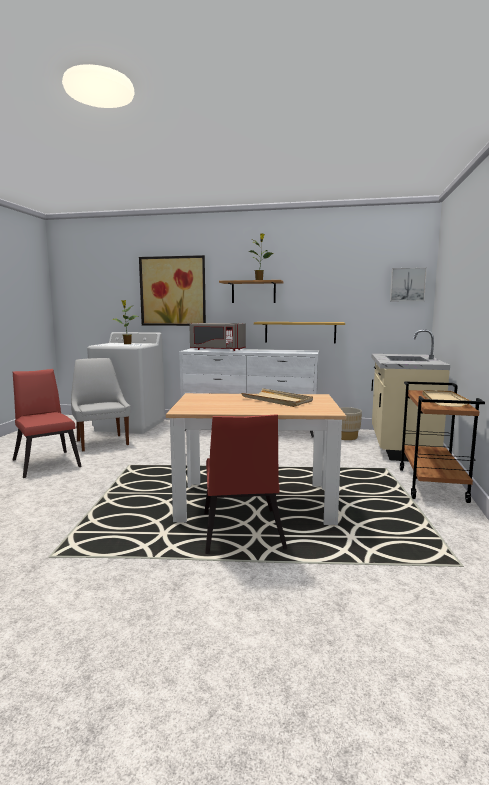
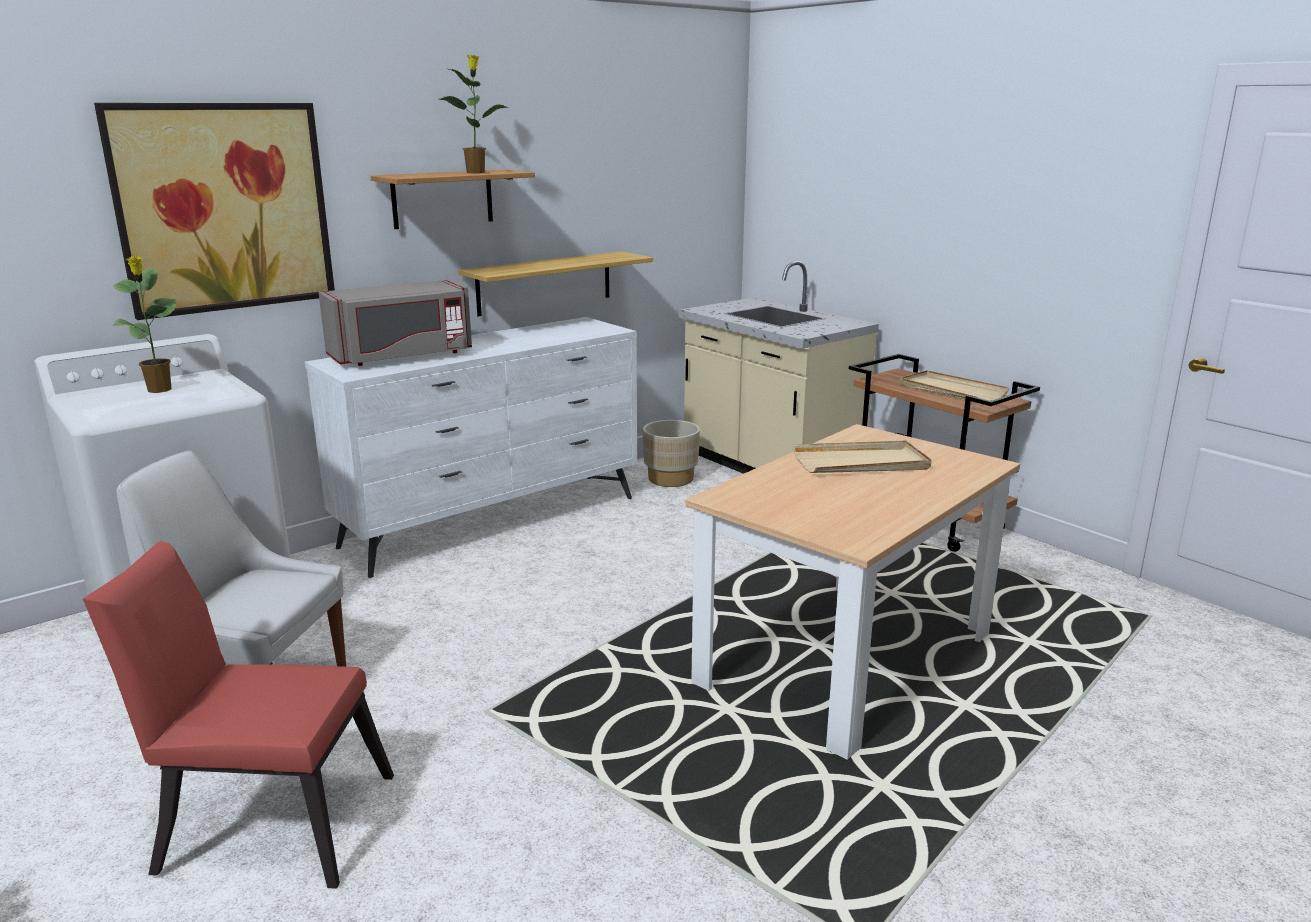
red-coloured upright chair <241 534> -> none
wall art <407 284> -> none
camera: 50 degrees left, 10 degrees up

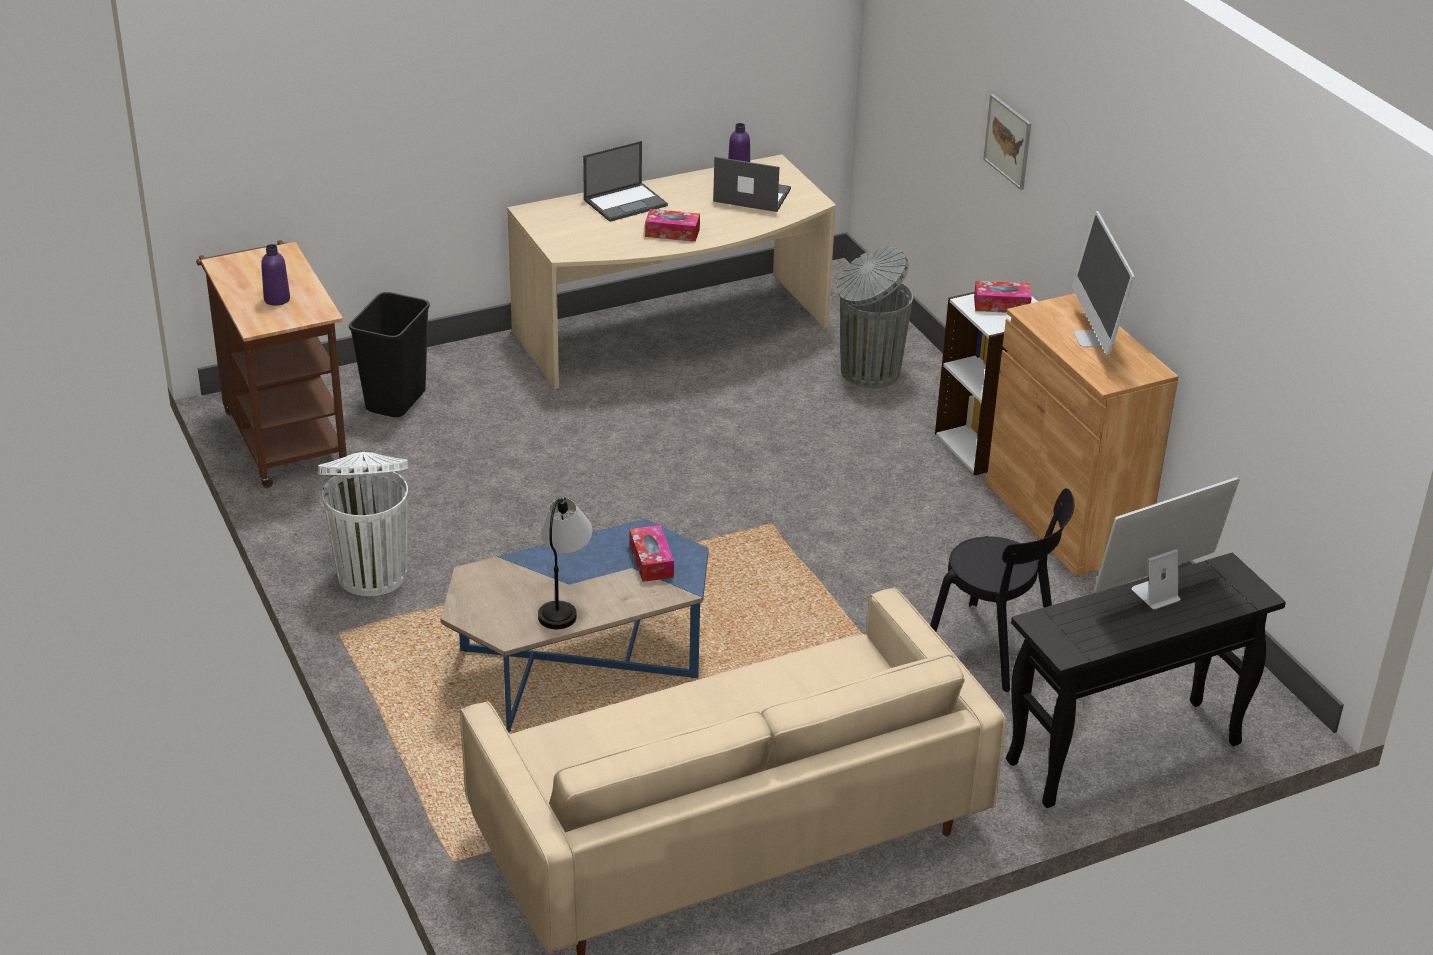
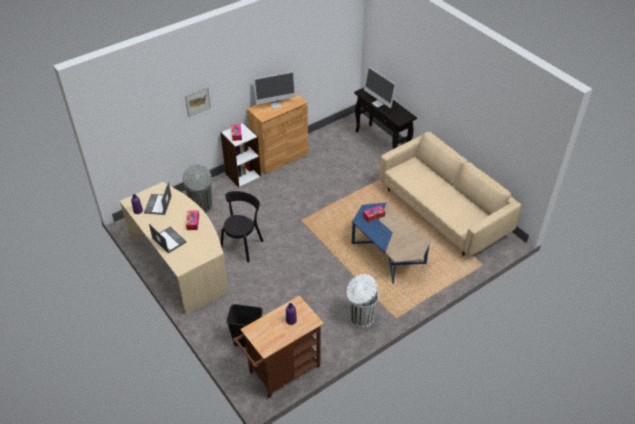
blackish upright chair <995 649> -> blackish upright chair <242 245>, move
lamp for a table <564 601> -> none
camera: 100 degrees left, 10 degrees up

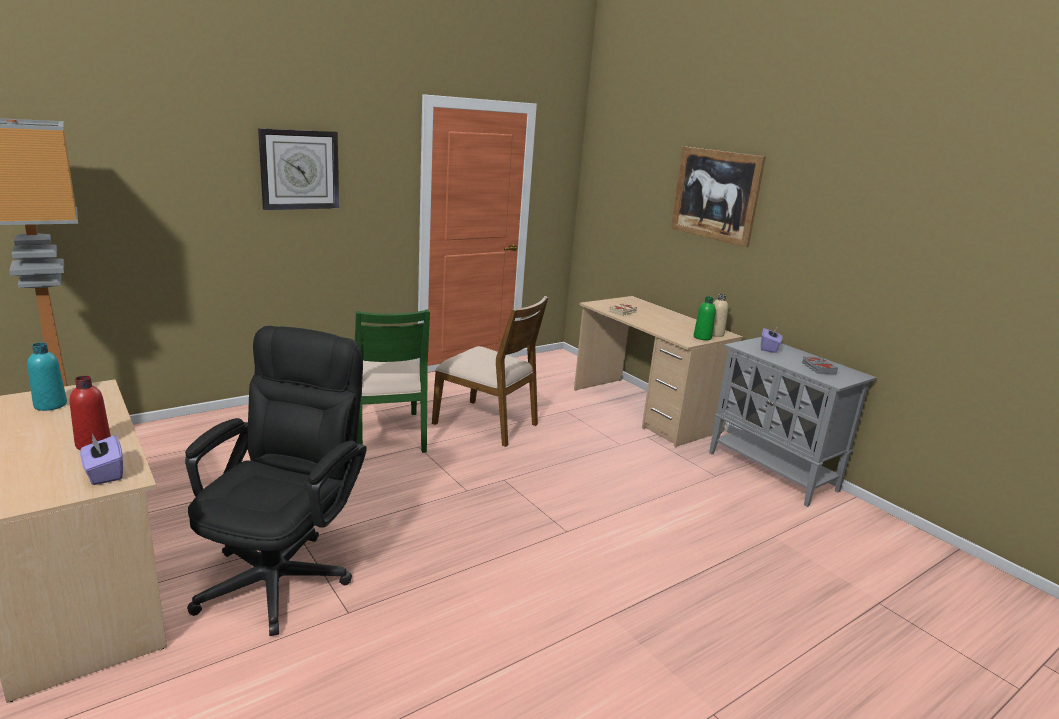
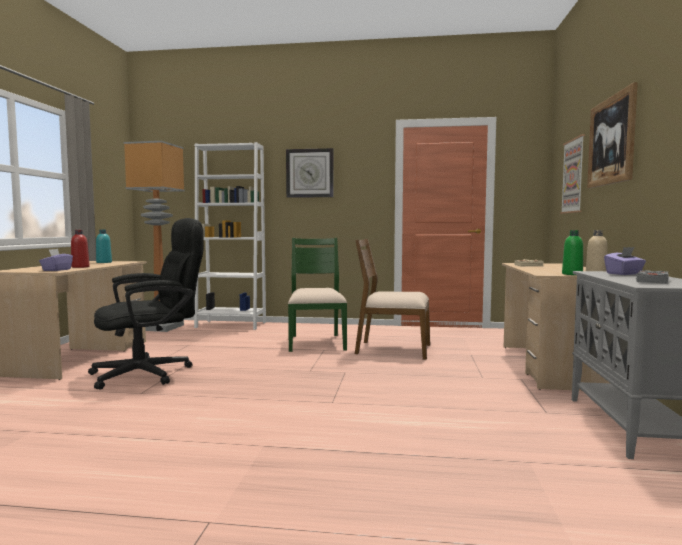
none -> white-coloured bookshelf <231 325>
green upright chair <386 434> -> green upright chair <316 342>, 150 degrees clockwise
brownish upright chair <487 423> -> brownish upright chair <392 349>, 120 degrees clockwise
none -> wall art <573 176>
camera: 45 degrees right, 15 degrees down

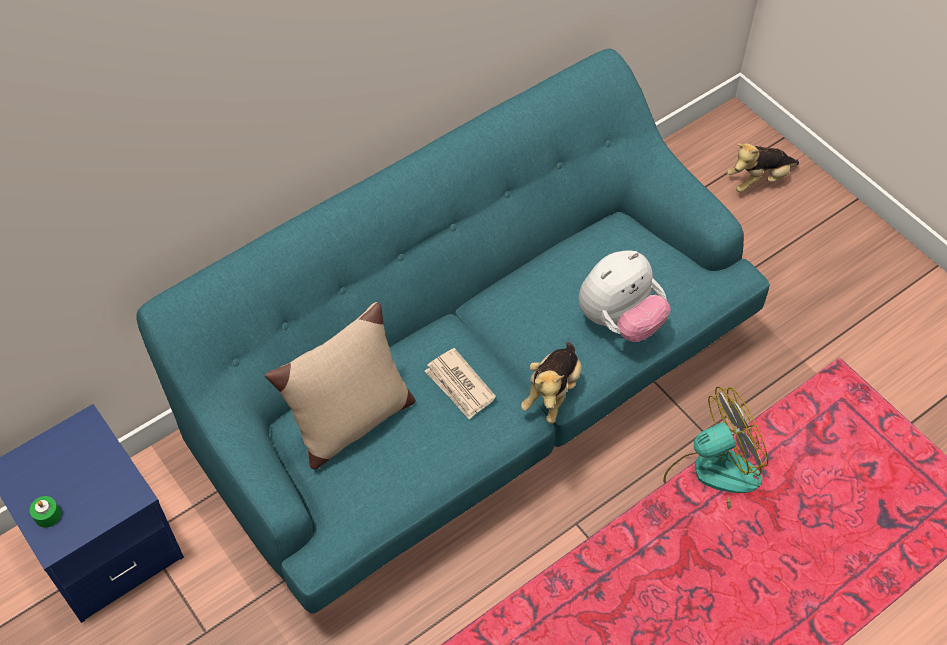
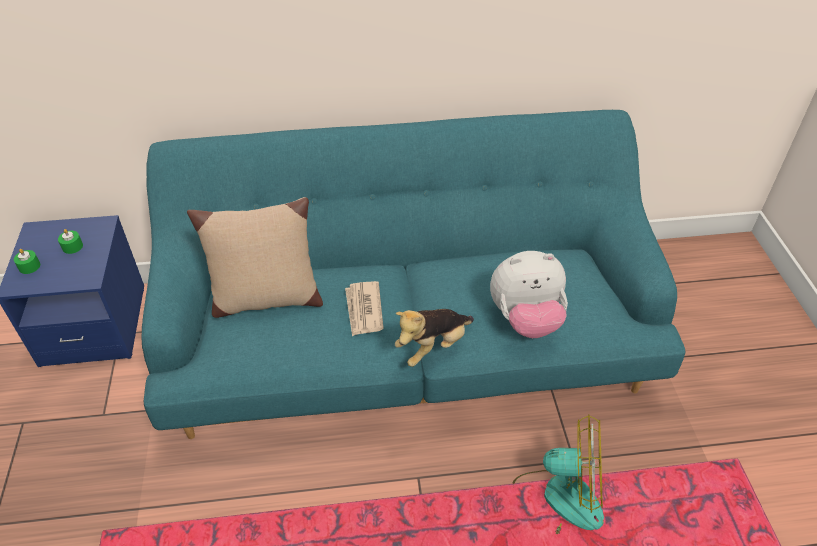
none -> green wax light <72 246>
plush toy <758 180> -> none
camera: 30 degrees right, 10 degrees down

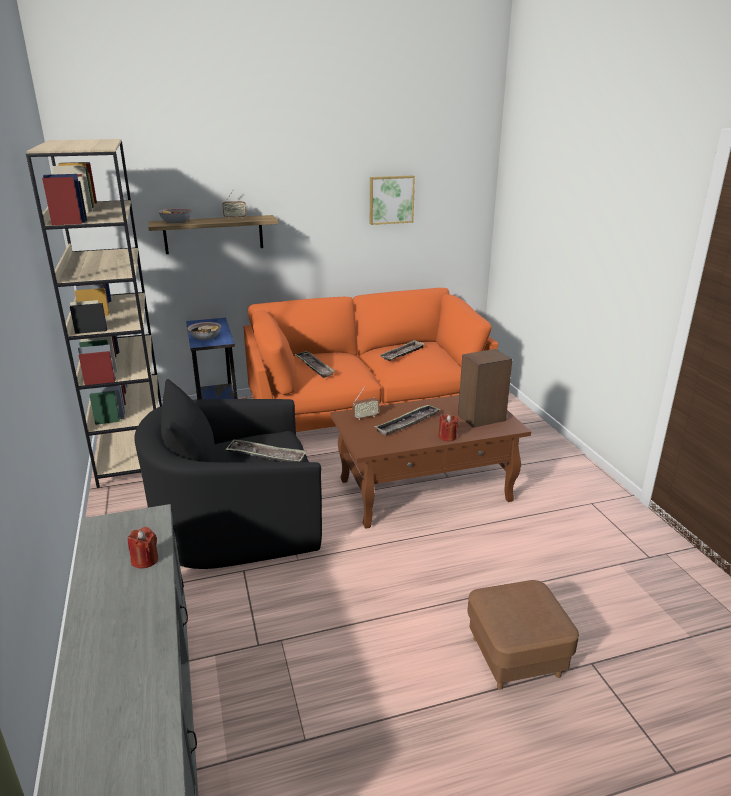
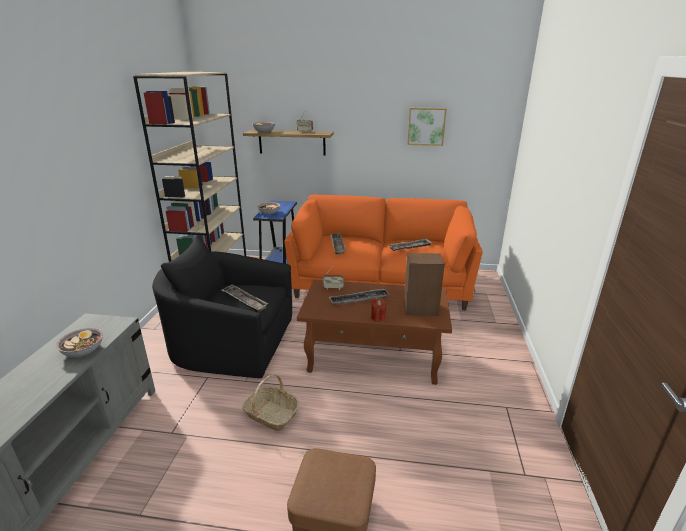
red-coloured wax light <145 560> -> serving bowl <83 350>
none -> household basket <271 414>
camera: 25 degrees right, 0 degrees up

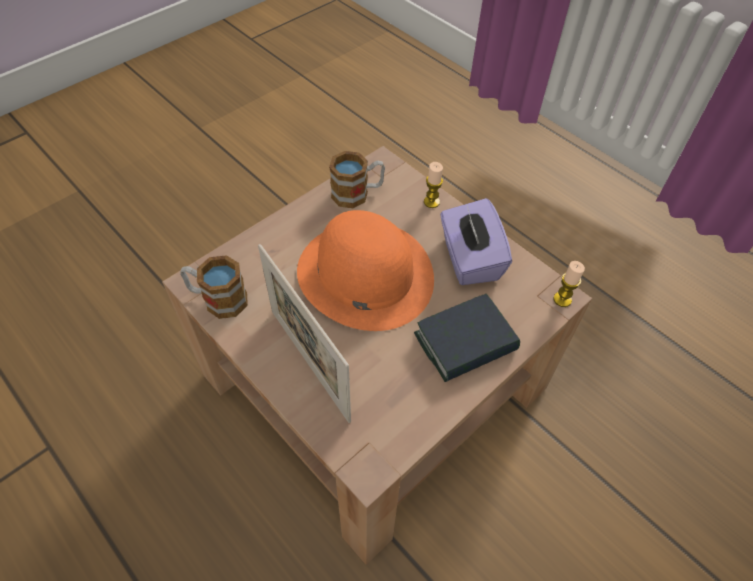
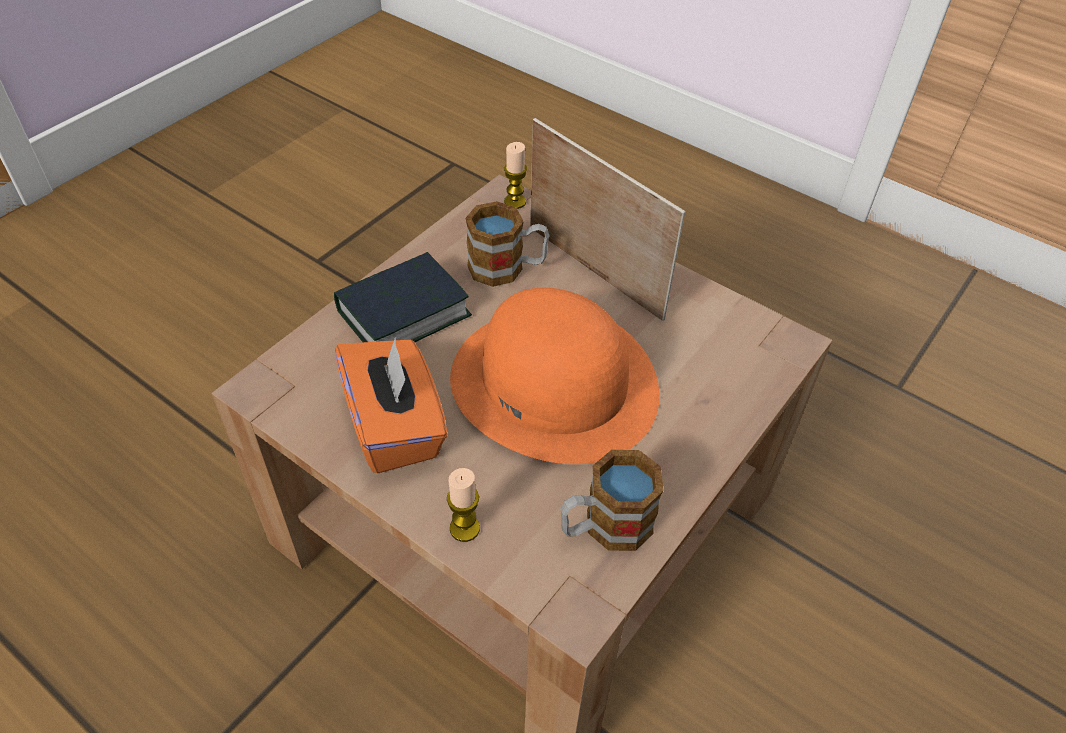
purple-coloured tissue box <469 259> -> orangey tissue box <396 427>
coffee mug <218 299> -> coffee mug <507 268>, move
wax light <562 299> -> wax light <515 202>, move
camera: 170 degrees right, 5 degrees down

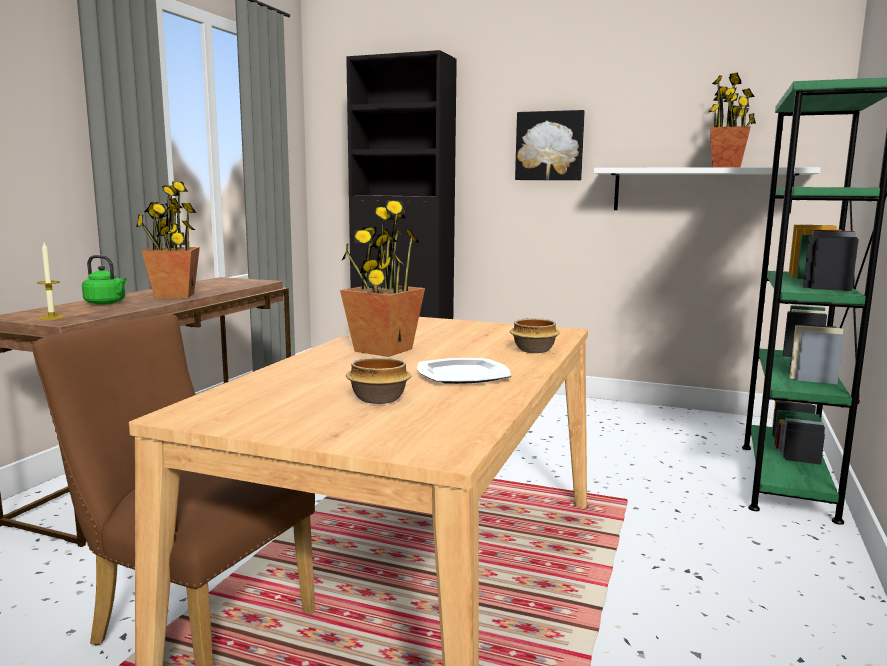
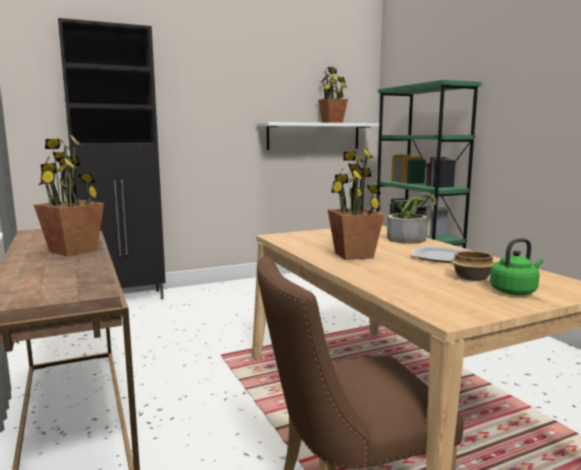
serving bowl <535 350> -> potted plant <408 238>
green kettle <106 303> -> green kettle <514 291>, move
wax light <52 317> -> none
wall art <549 146> -> none
camera: 45 degrees left, 0 degrees up

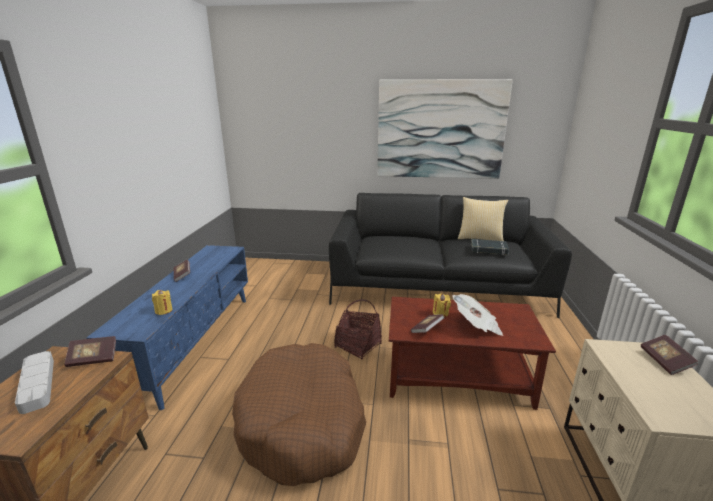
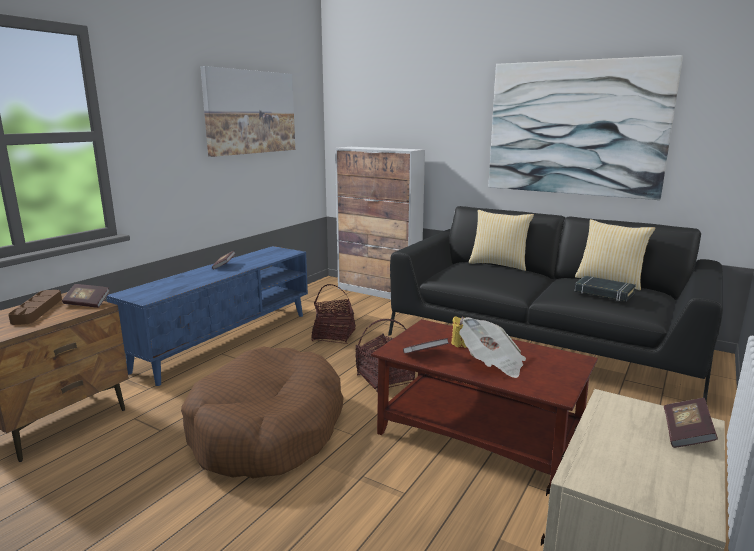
gray tray <37 384> -> brownish tray <37 310>
none -> wall art <250 112>
none -> household basket <334 335>
none -> cabinet <379 292>
none -> throw pillow <499 264>
yellow-coloured wax light <164 310> -> none
camera: 25 degrees right, 5 degrees down

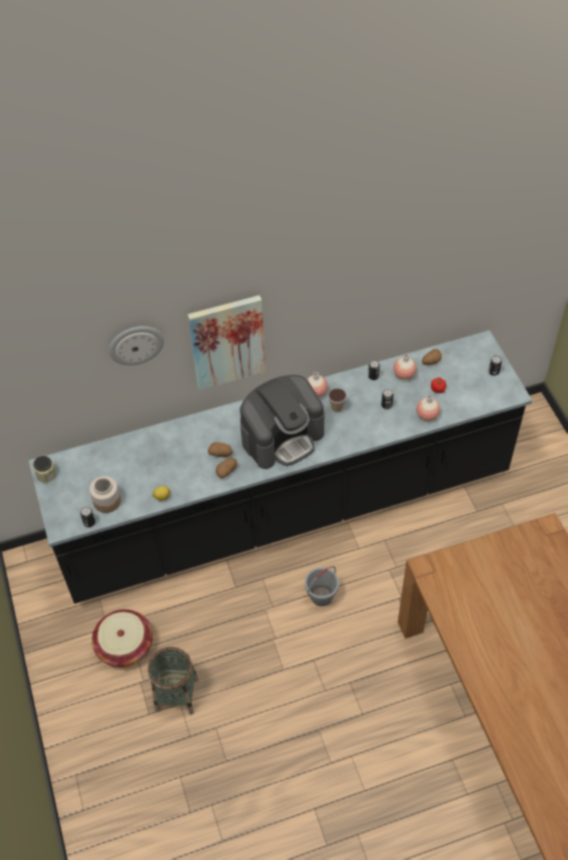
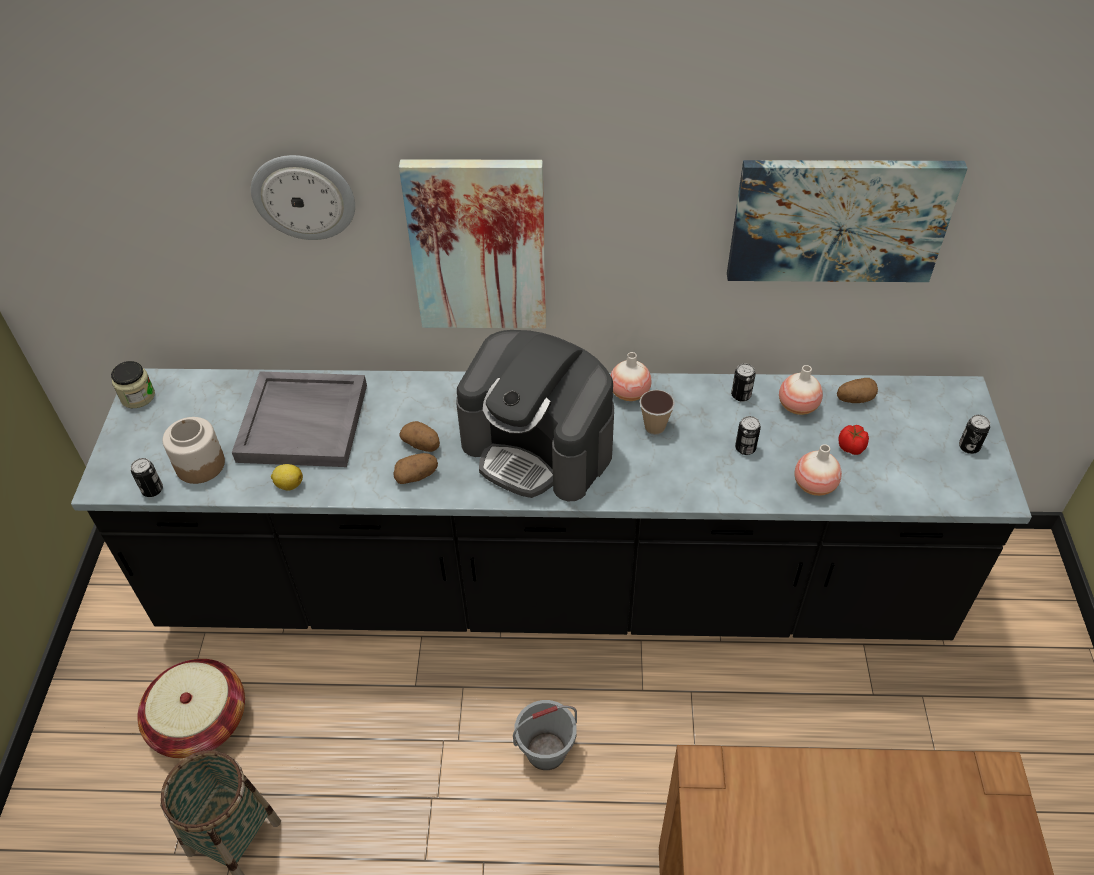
none -> gray tray <304 422>
coffee maker <282 437> -> coffee maker <538 448>, 45 degrees clockwise
none -> wall art <839 220>
camera: 20 degrees right, 5 degrees down

